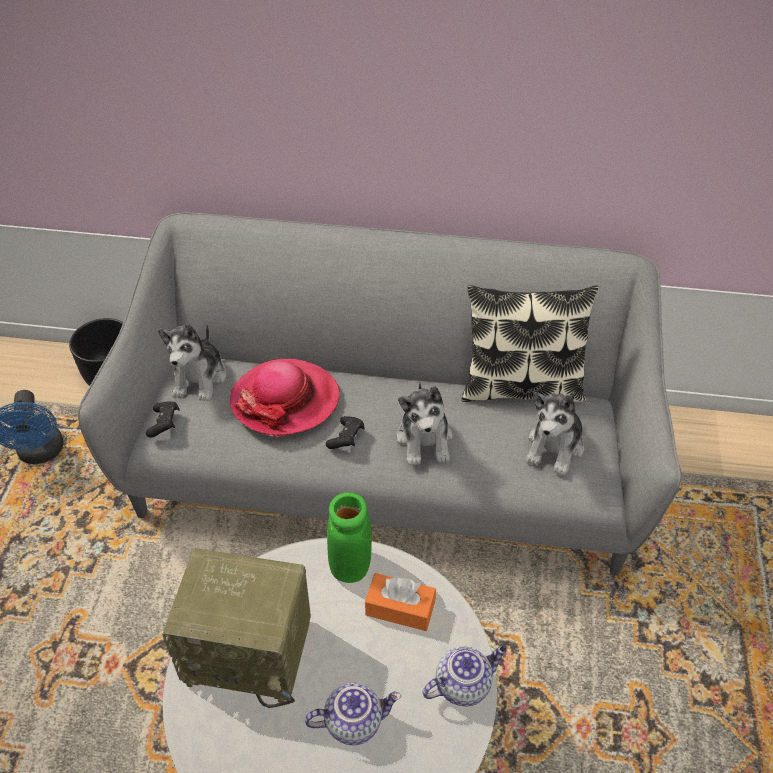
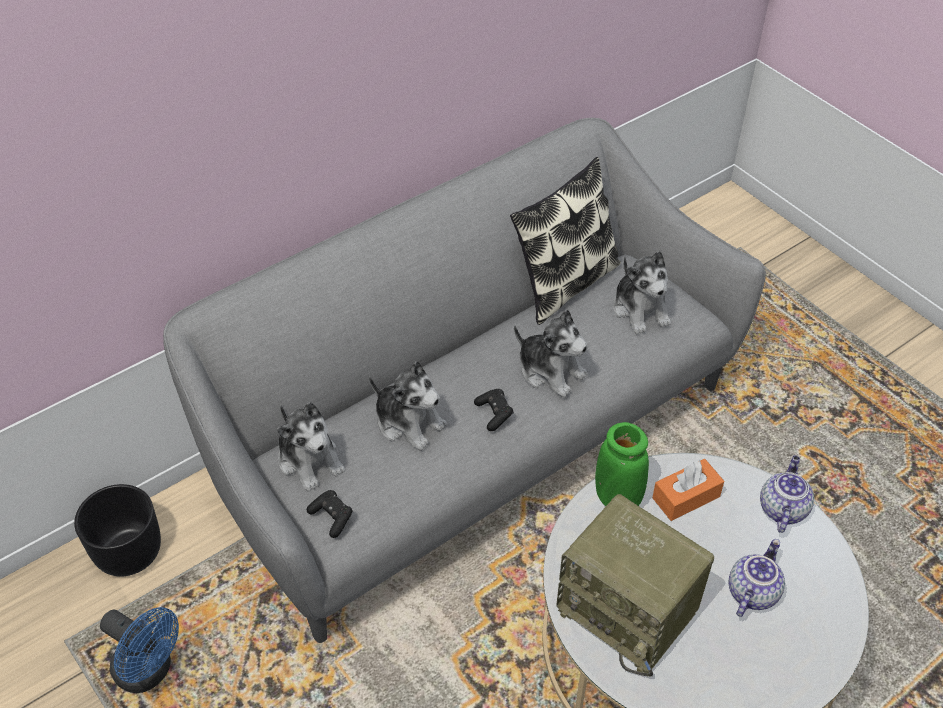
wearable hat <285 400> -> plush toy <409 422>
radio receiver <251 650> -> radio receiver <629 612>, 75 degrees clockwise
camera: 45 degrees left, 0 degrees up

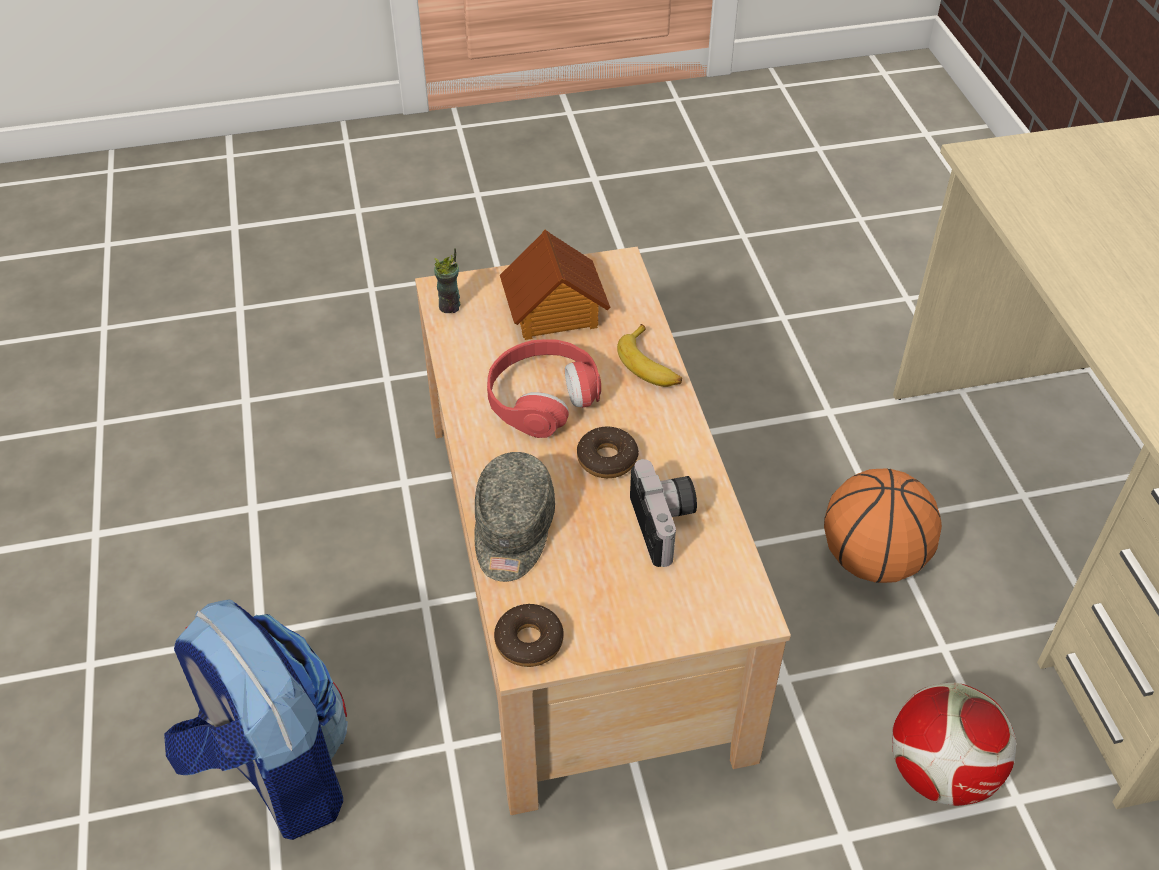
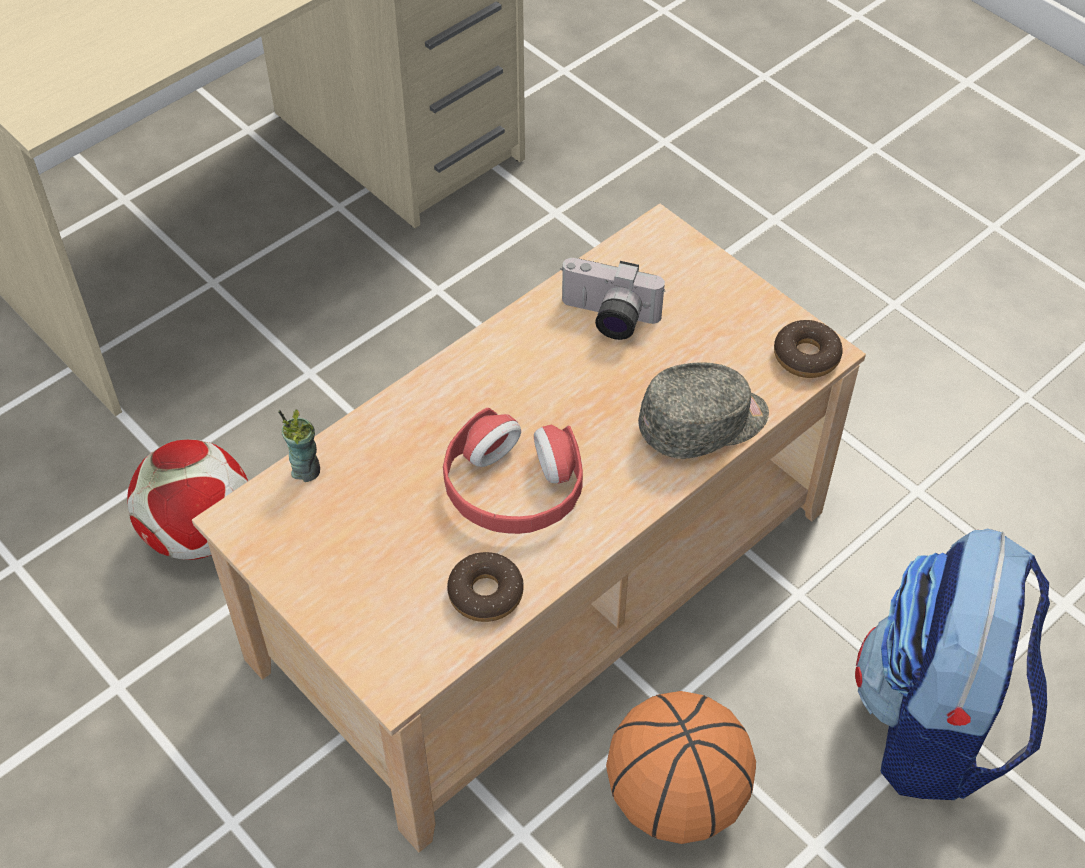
football <940 772> -> football <200 533>, move
drinking cup <450 306> -> drinking cup <306 470>, move
donut <607 459> -> donut <485 593>, move
still camera <667 524> -> still camera <607 319>, 120 degrees counterclockwise
basketball <872 560> -> basketball <675 797>, move
toy house <554 311> -> none
whole banana <651 365> -> none
camera: 120 degrees left, 5 degrees up

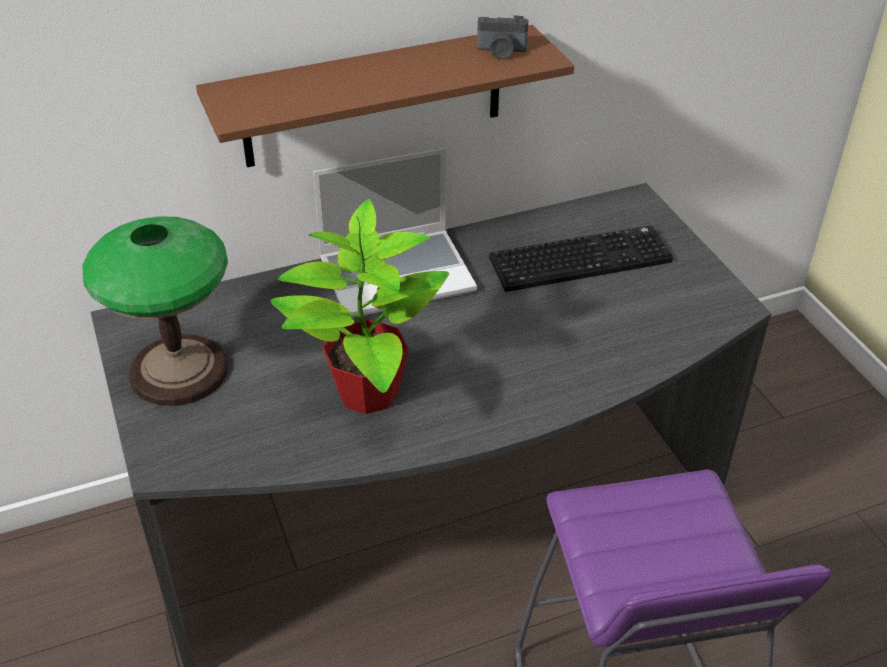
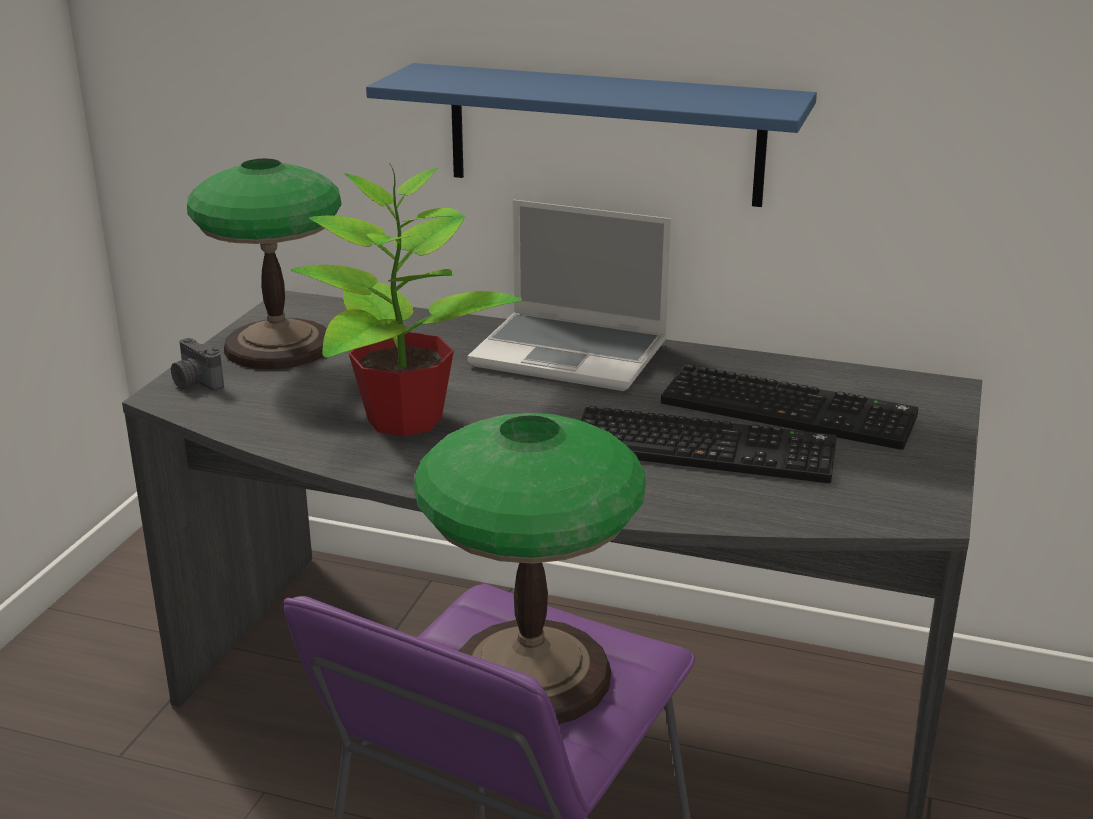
still camera <501 52> -> still camera <195 383>, move
brownish shelf <374 97> -> bluish shelf <604 134>
none -> lamp for a table <532 676>
none -> PC keyboard <706 447>
camera: 40 degrees right, 15 degrees down

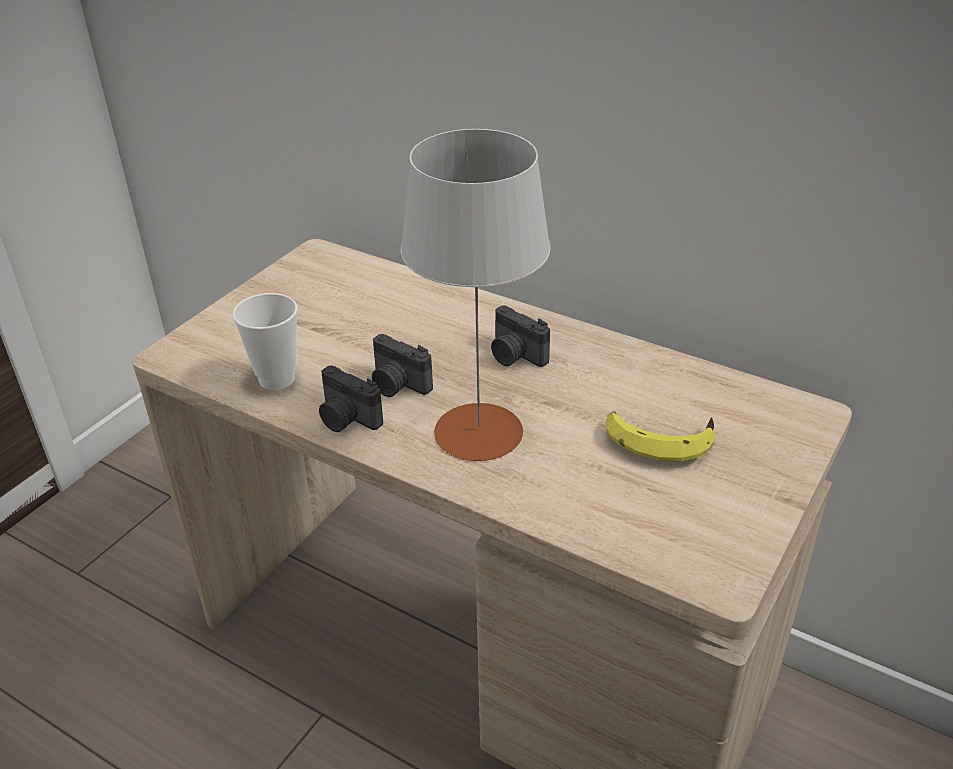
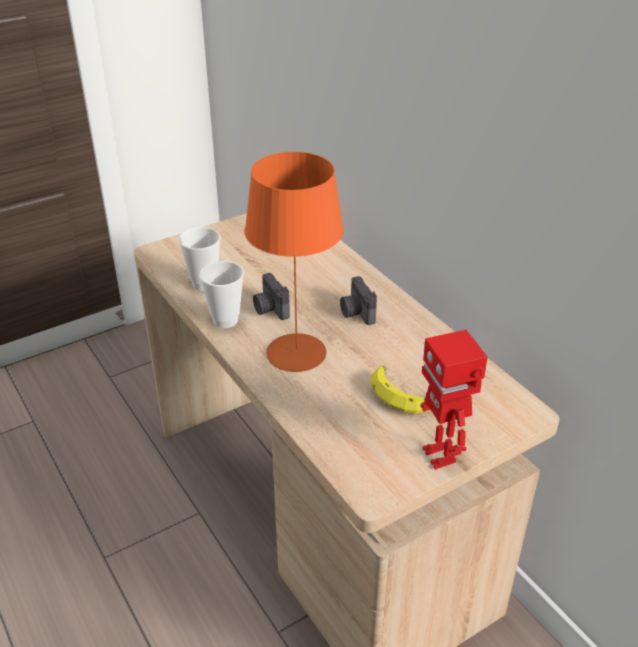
still camera <347 419> -> drinking cup <225 320>
gray lamp for a table <479 431> -> orangey lamp for a table <296 352>
none -> model robot <441 455>
camera: 25 degrees right, 0 degrees up

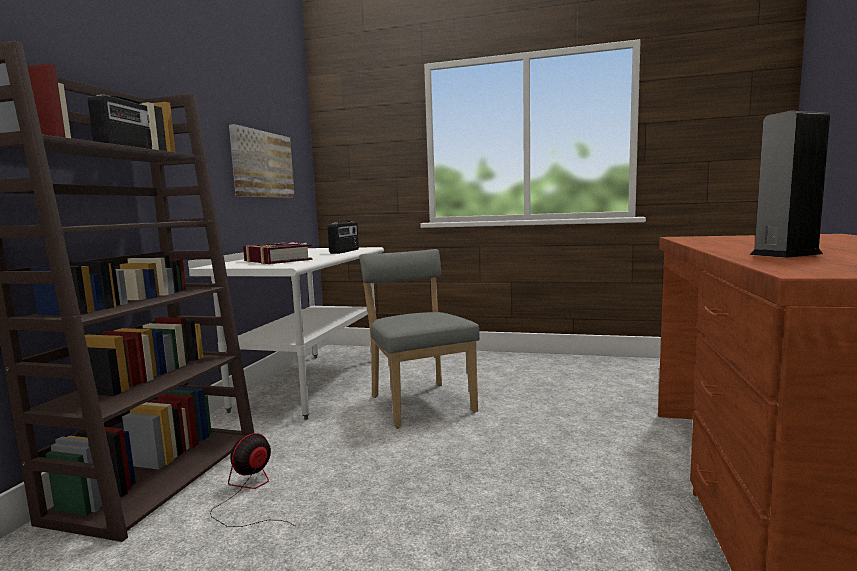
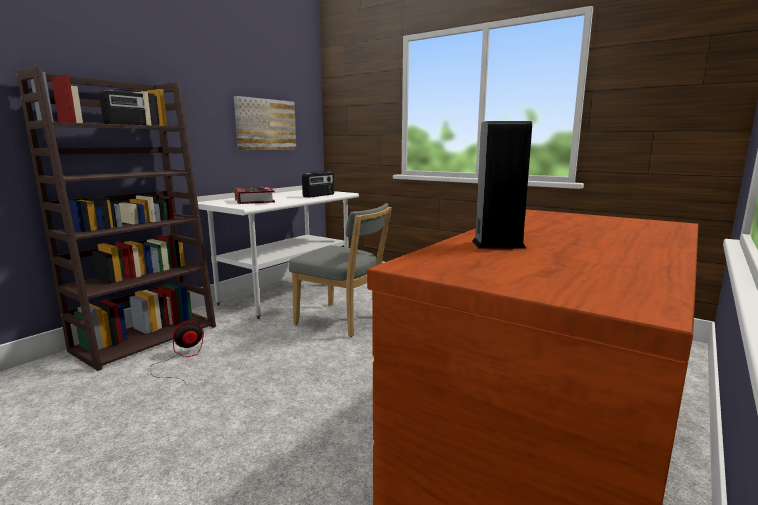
gray upright chair <419 402> -> gray upright chair <343 321>, 120 degrees clockwise
camera: 20 degrees right, 5 degrees up

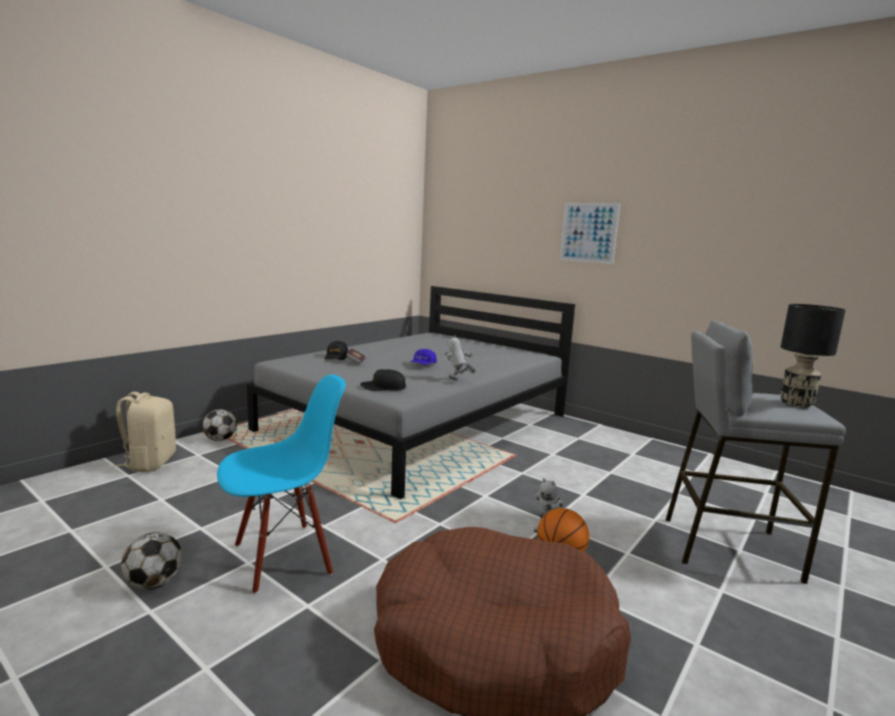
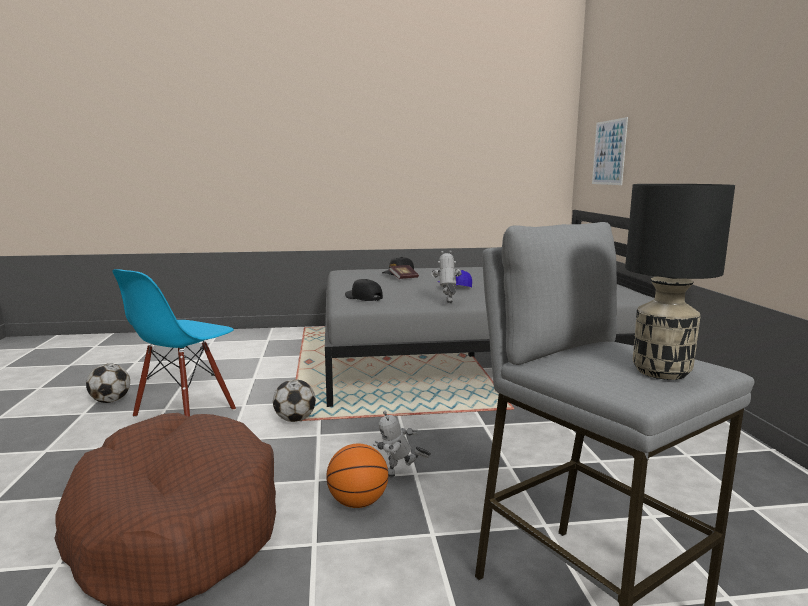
bluish upright chair <283 557> -> bluish upright chair <185 414>, 105 degrees clockwise
football <220 439> -> football <295 420>, move
wall art <588 232> -> wall art <609 152>, move
sand-coloured knapsack <149 463> -> none
camera: 45 degrees right, 0 degrees up

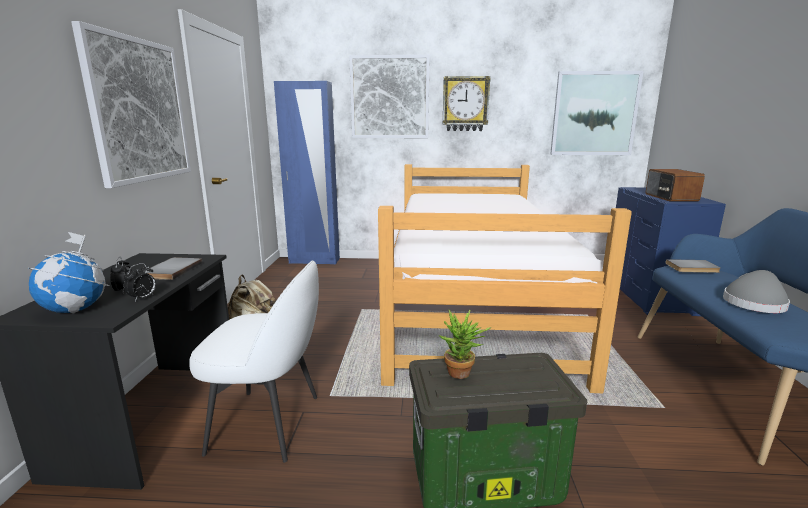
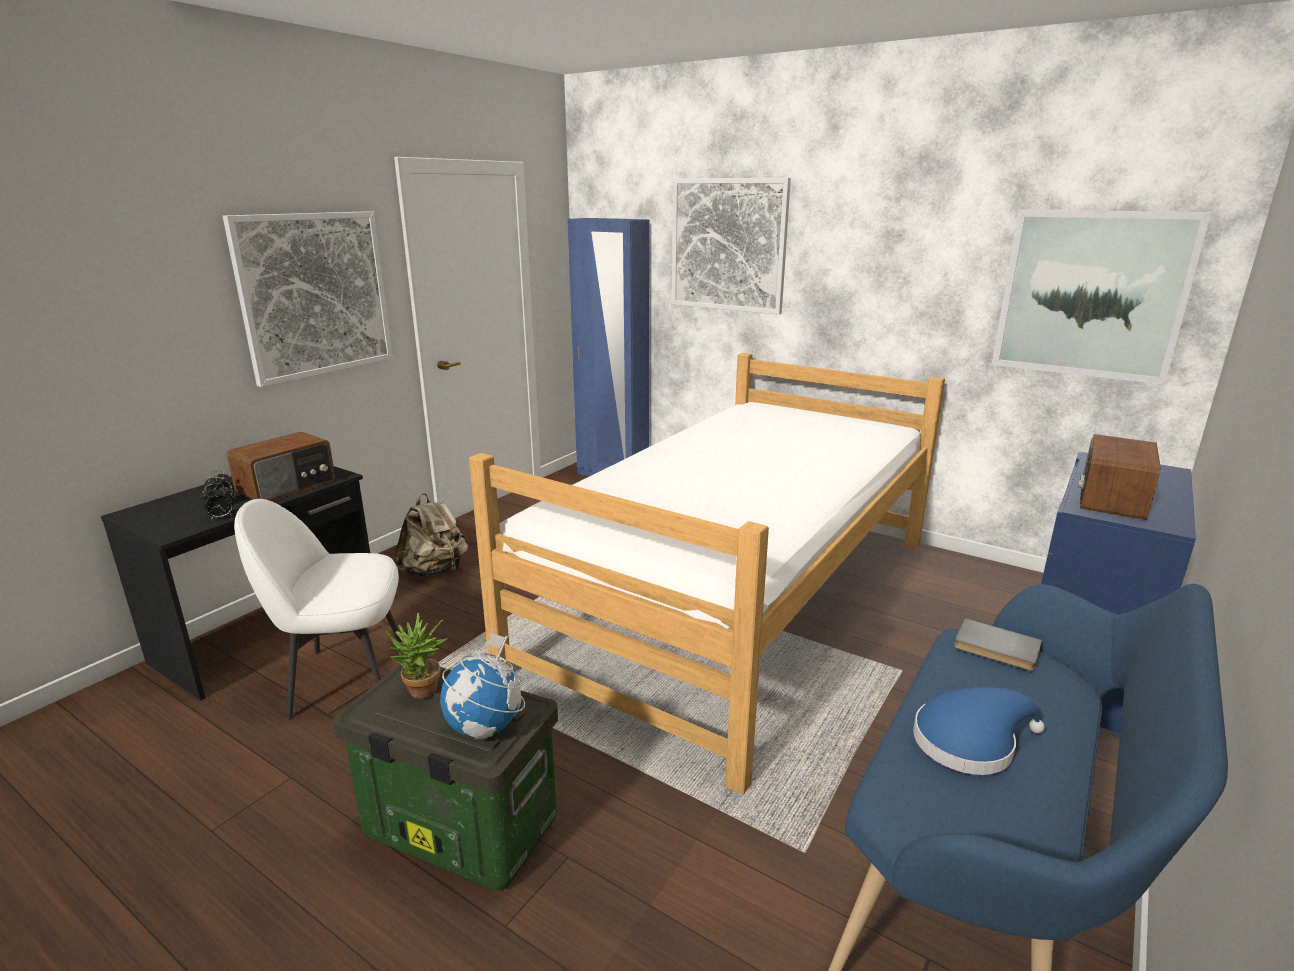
gray book <171 270> -> radio receiver <288 487>
white-coloured upright chair <268 424> -> white-coloured upright chair <345 678>, 135 degrees clockwise
globe <76 310> -> globe <486 727>, move
gray wearable hat <754 303> -> bluish wearable hat <969 742>
wall clock <465 104> -> none
camera: 30 degrees right, 5 degrees up

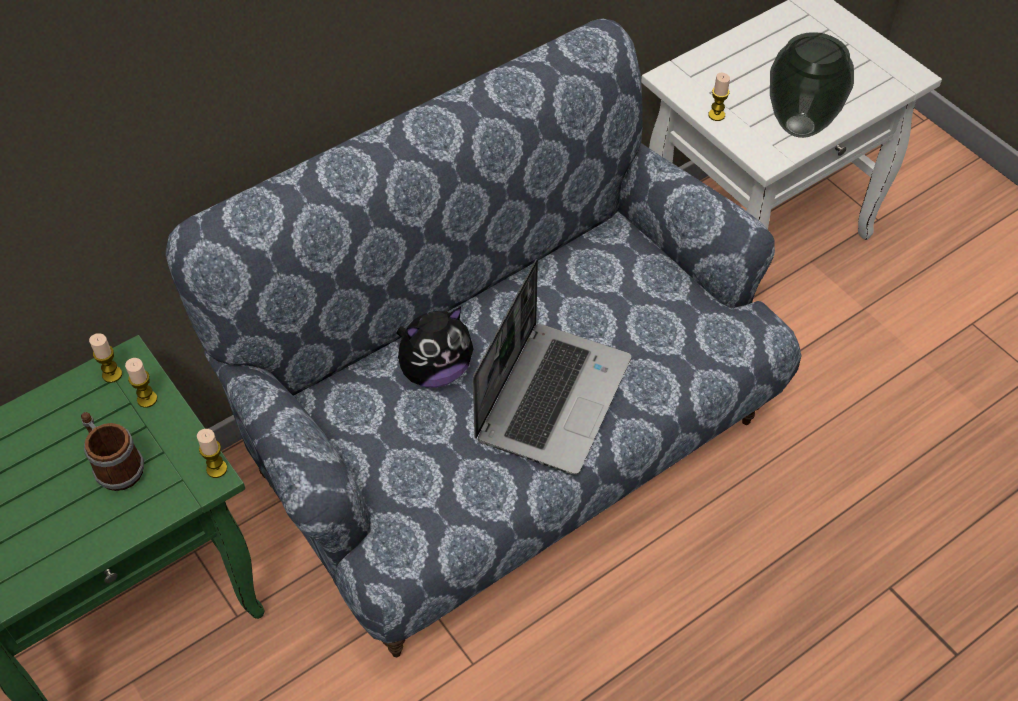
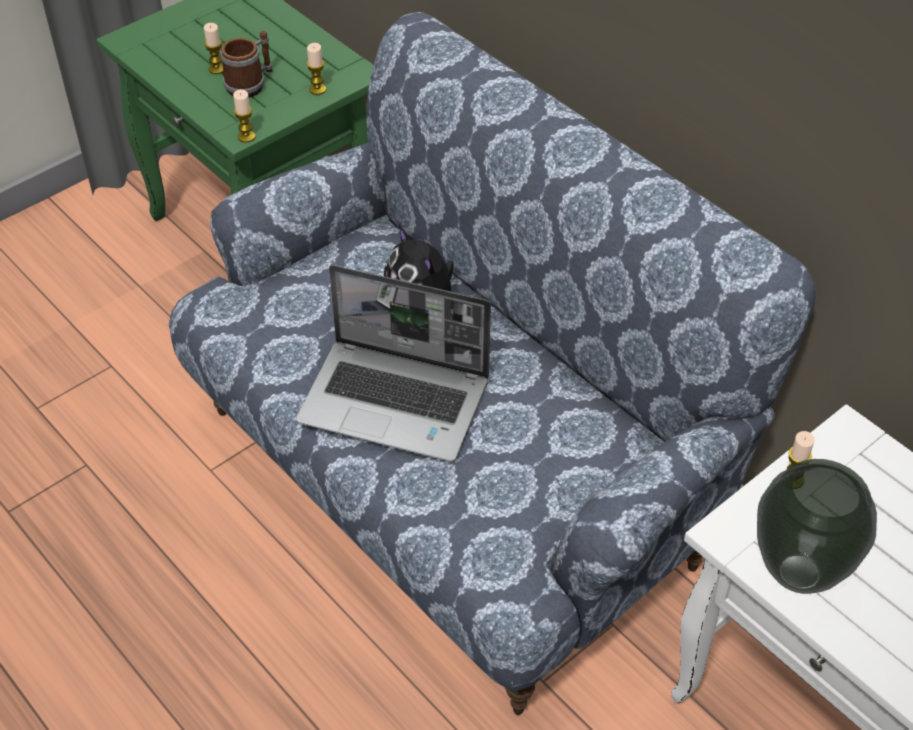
wax light <112 374> -> wax light <217 69>, move
camera: 85 degrees right, 5 degrees down

